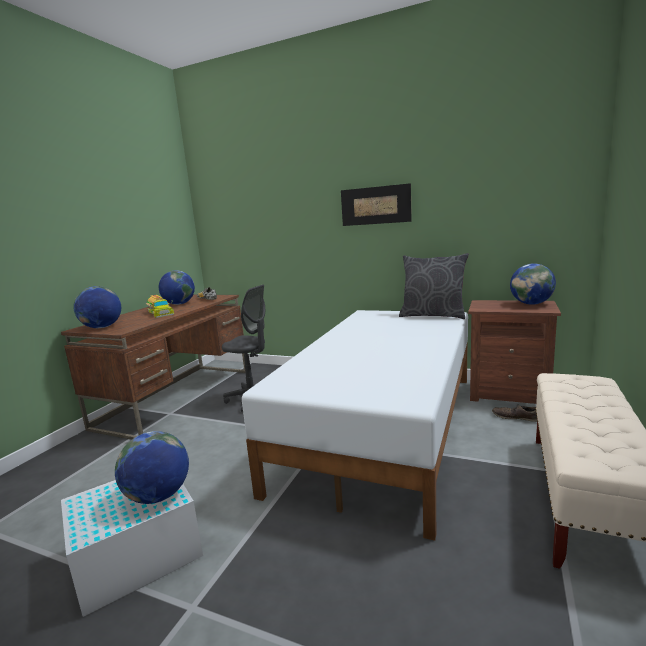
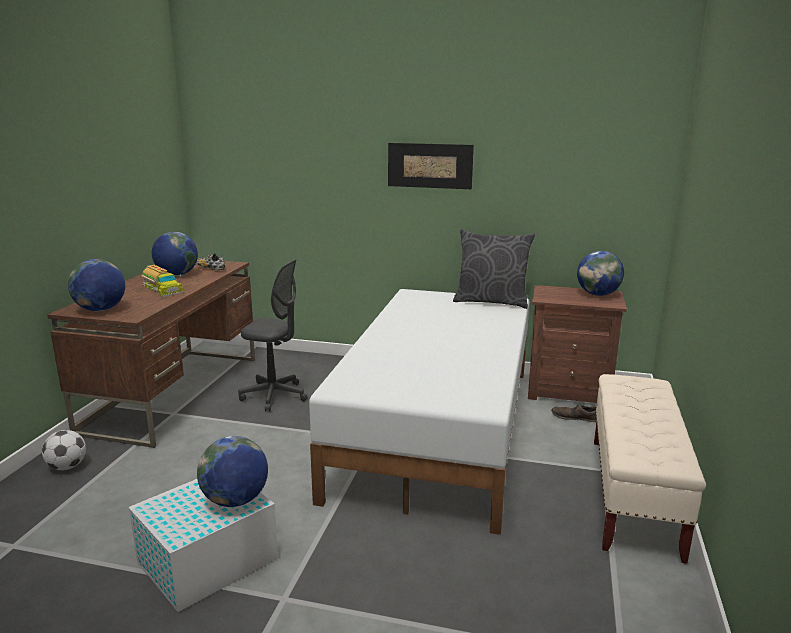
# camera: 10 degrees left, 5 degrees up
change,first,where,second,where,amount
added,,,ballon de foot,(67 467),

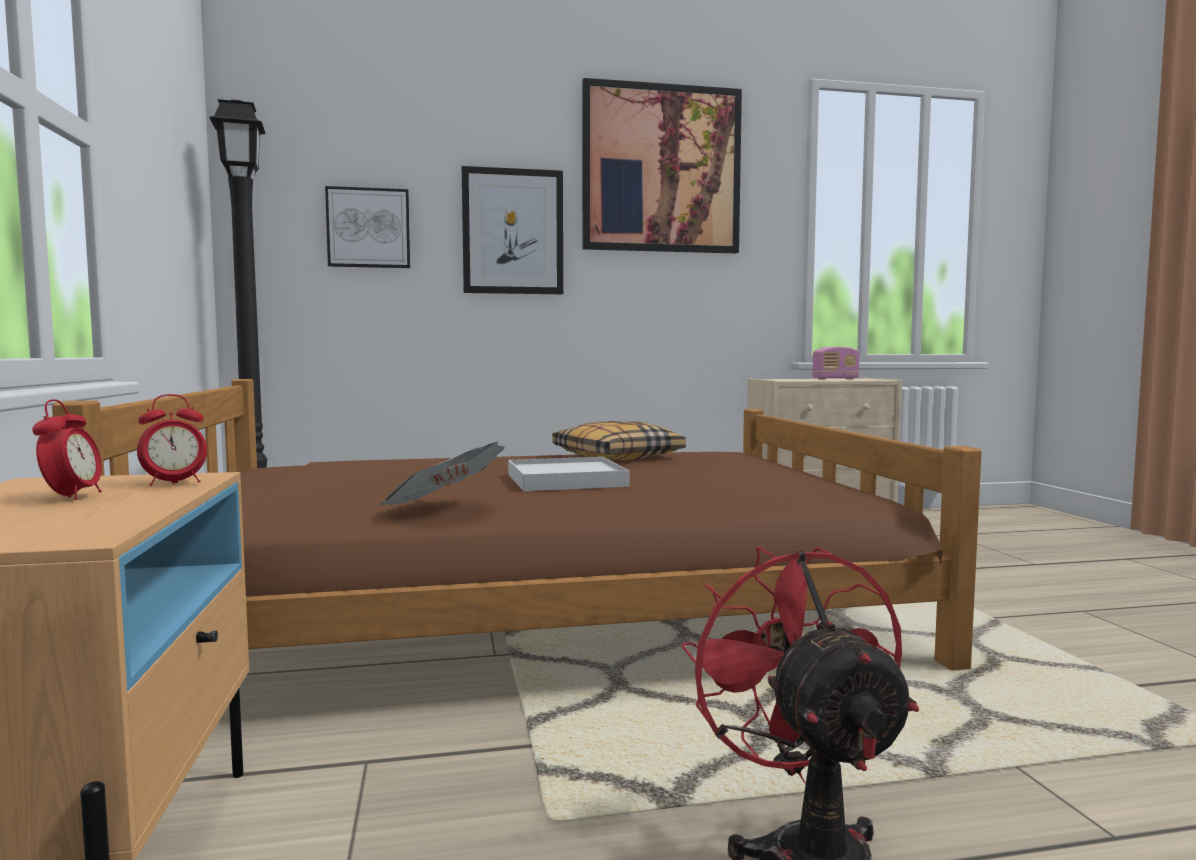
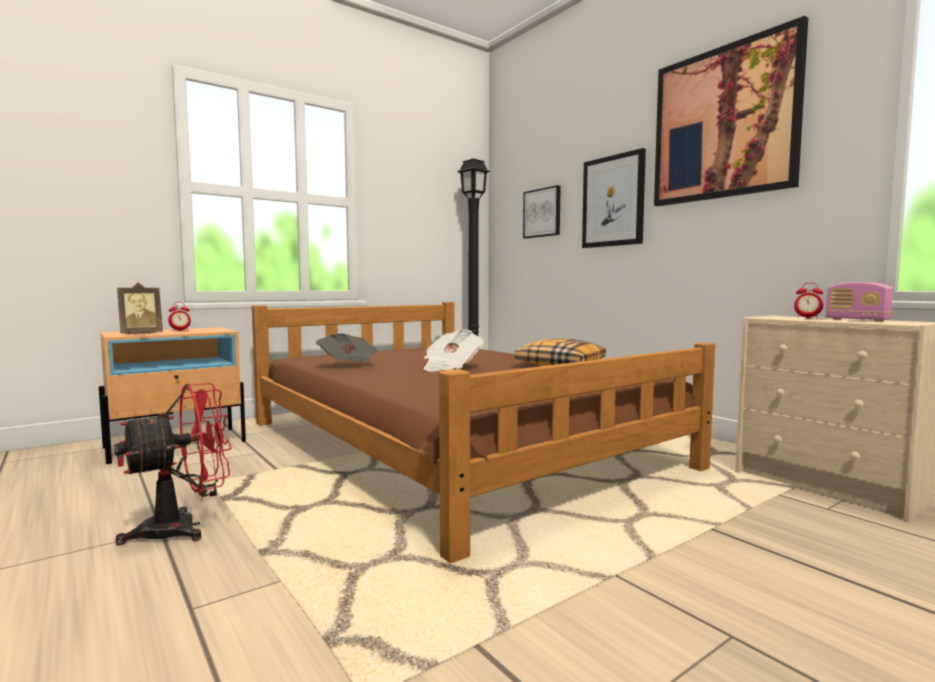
# camera: 65 degrees right, 0 degrees up
change,first,where,second,where,amount
added,,,cadre photo,(141 334),
moved,réveil,(174 483),,(807 318),
replaced,plateau/blanc,(566 480),journal,(450 367),

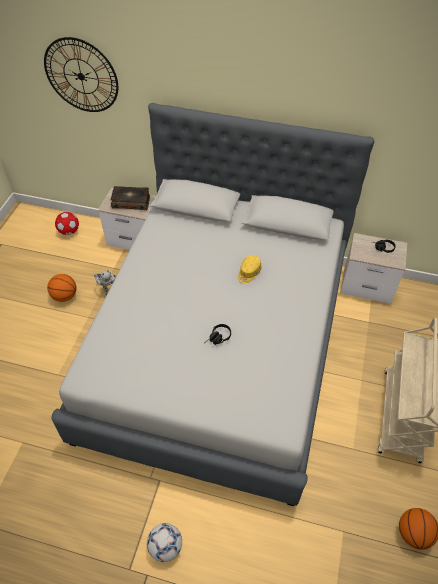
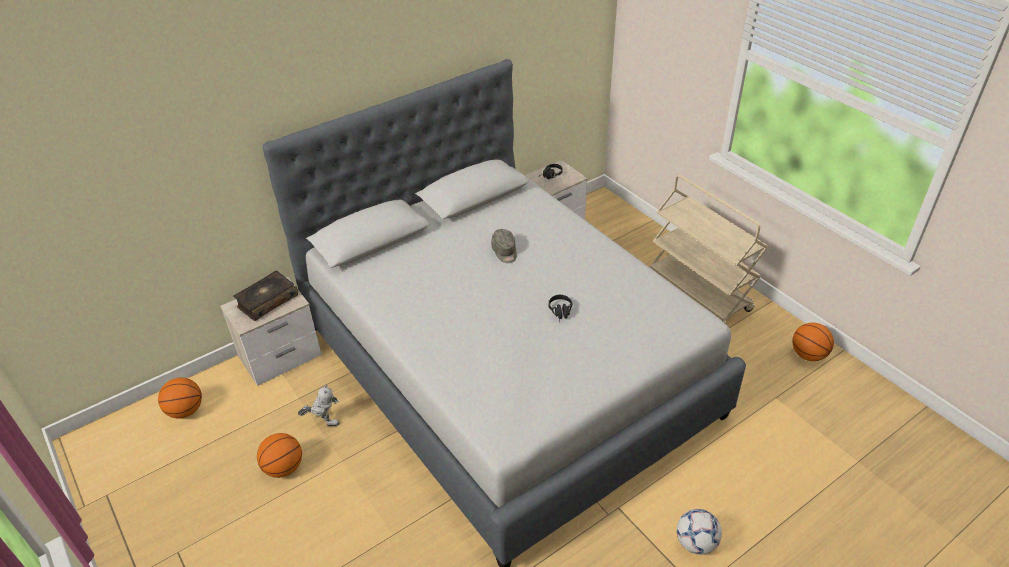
# camera: 50 degrees left, 10 degrees down
change,first,where,second,where,amount
removed,horloge murale,(81 76),,,
replaced,ballon de foot,(69 231),ballon de basket,(185 410),
recoloured,casquette/jaune,(248 273),casquette/gris,(504 252),

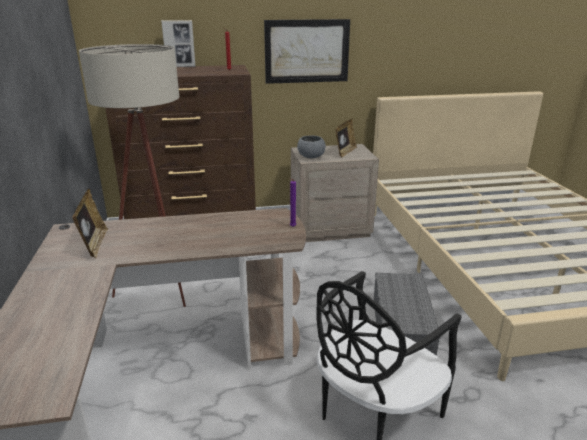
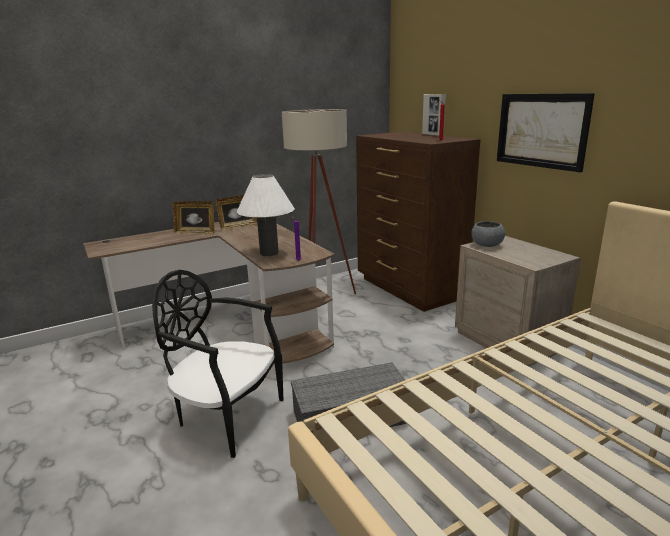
# camera: 70 degrees right, 5 degrees down
change,first,where,second,where,amount
added,,,lampe de table/blanc,(269 253),
moved,cadre photo,(345 152),,(196 232),

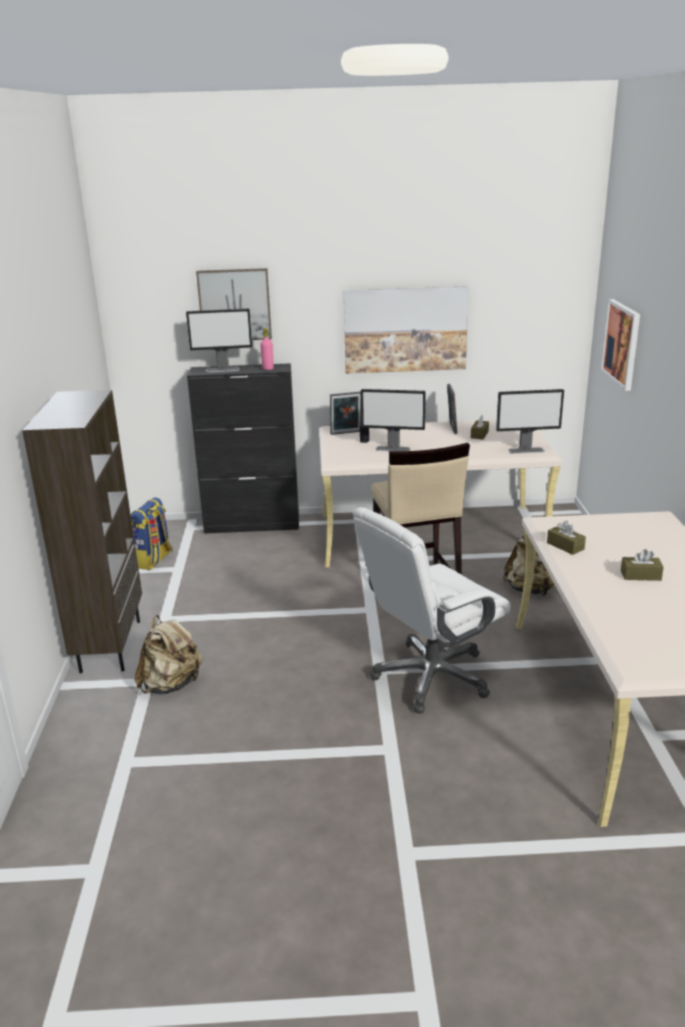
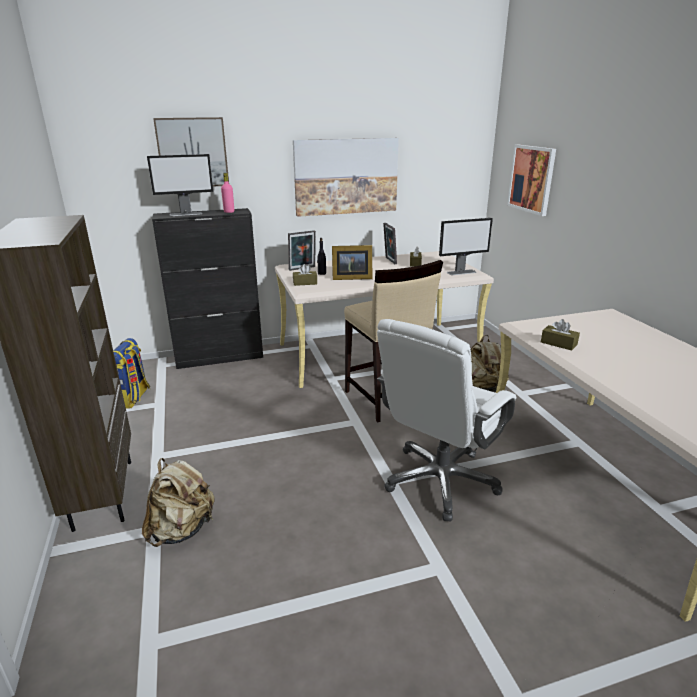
# camera: 15 degrees left, 0 degrees up
change,first,where,second,where,amount
moved,boîte à mouchoirs/marron,(640 575),,(305 283),
replaced,écran d'ordinateur,(393 449),cadre photo,(350 278),

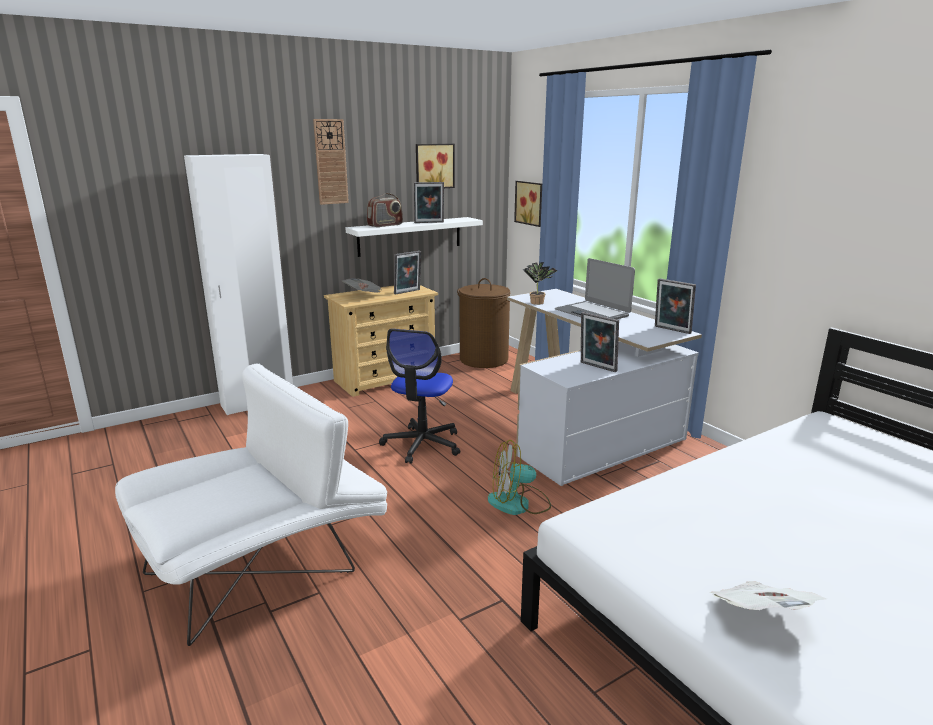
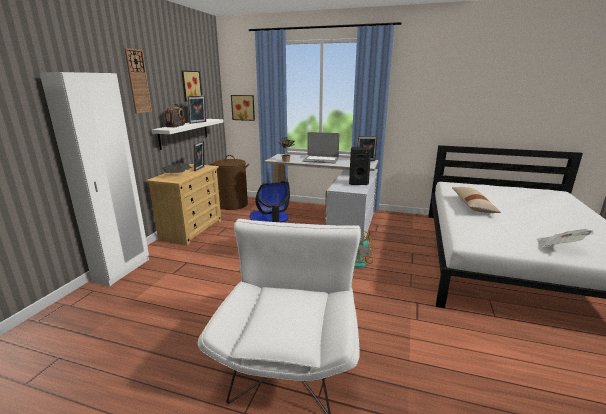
# camera: 40 degrees left, 0 degrees up
change,first,where,second,where,amount
added,,,coussin/beige,(472 206),
replaced,cadre photo,(597 367),enceinte/noir,(358 183),

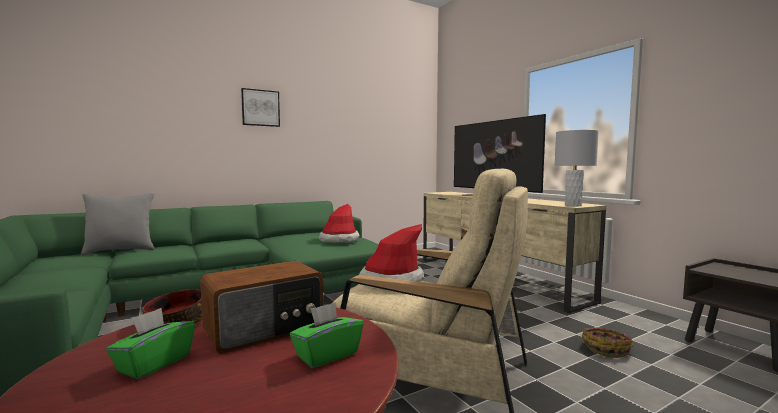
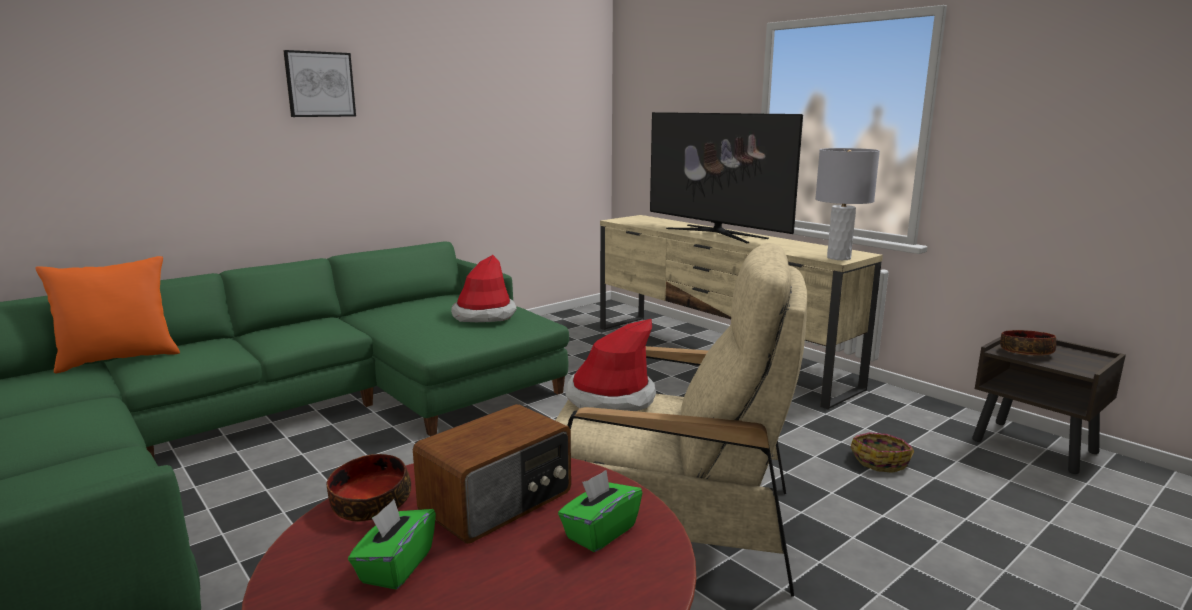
# camera: 10 degrees left, 10 degrees up
change,first,where,second,where,amount
added,,,bol,(1026 352),
recoloured,coussin/gris,(120 250),coussin/orange,(119 359),

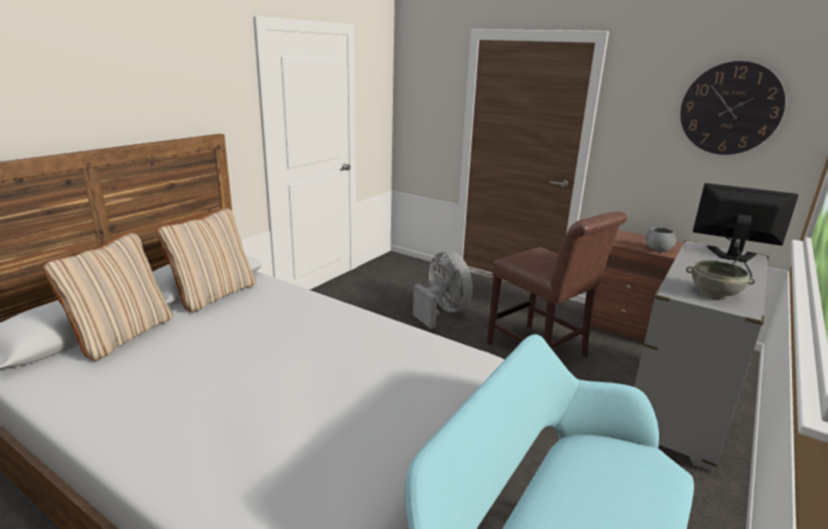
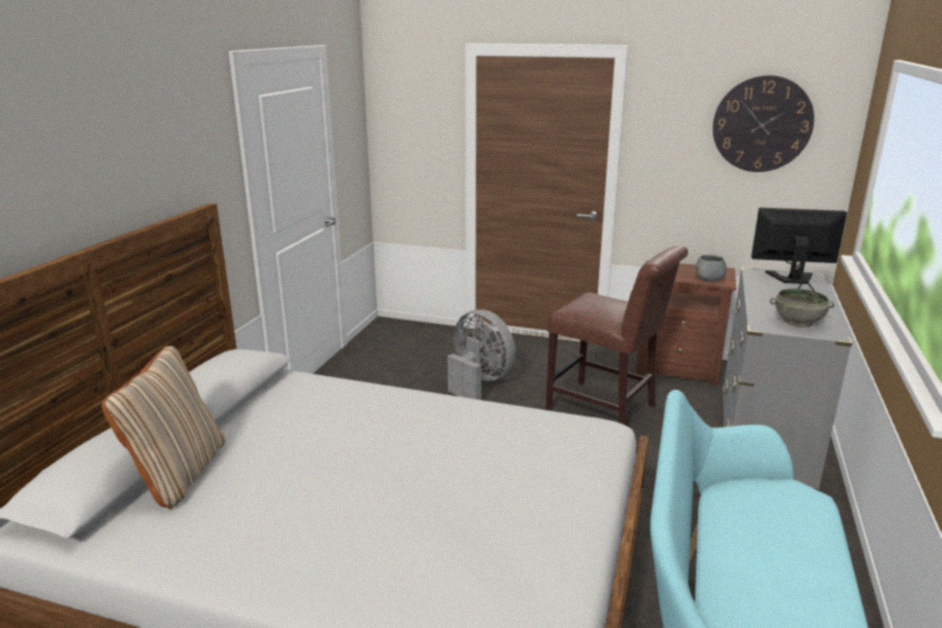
# camera: 15 degrees left, 0 degrees up
change,first,where,second,where,amount
removed,coussin/beige,(214 295),,,

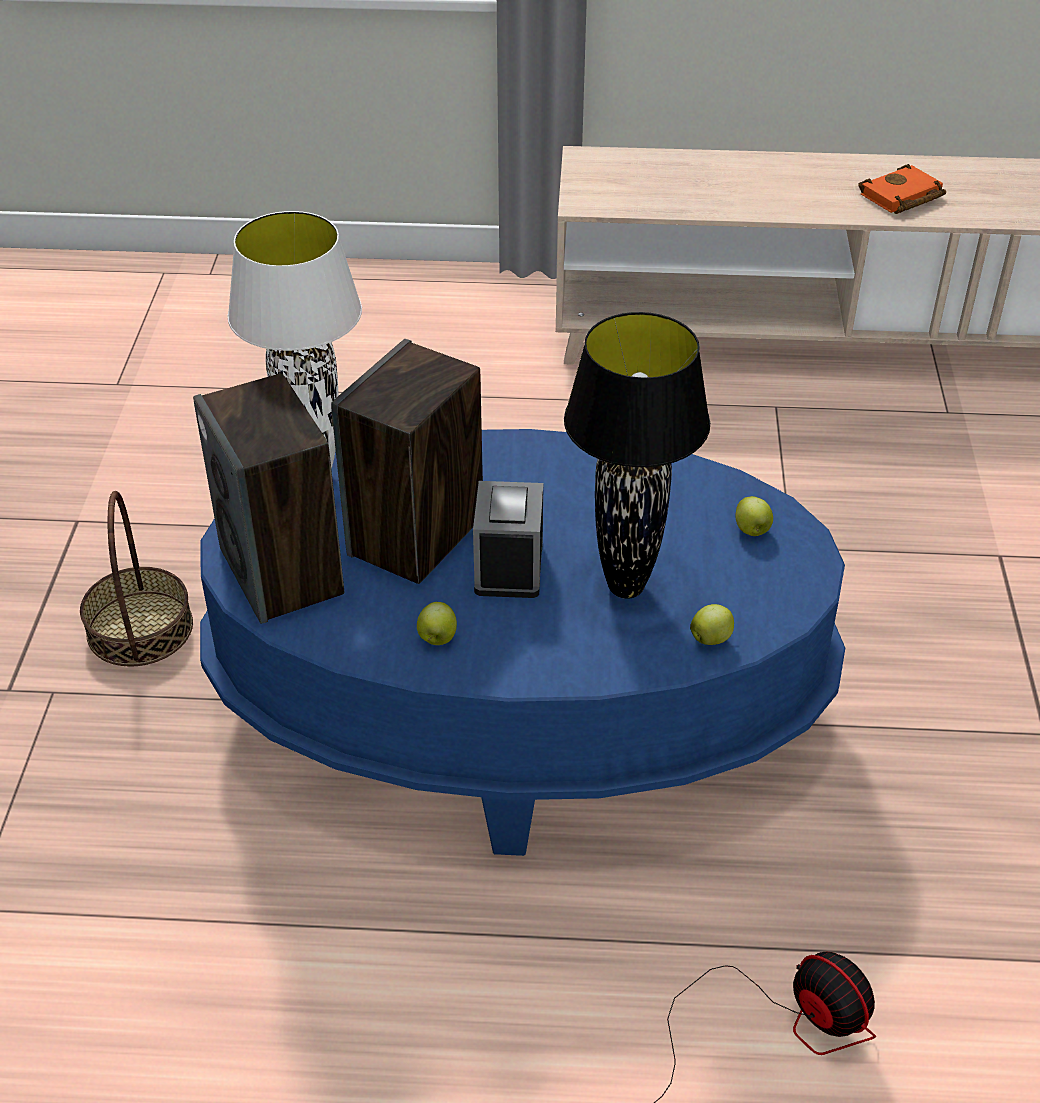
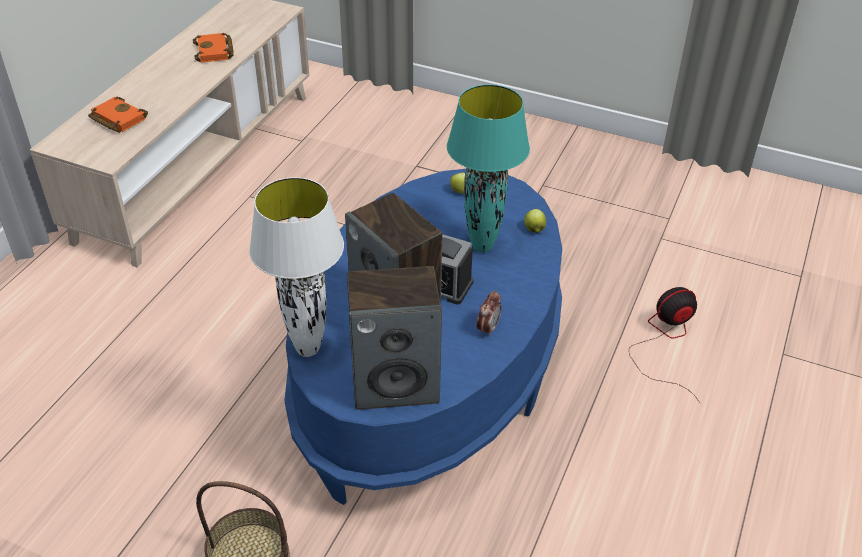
# camera: 70 degrees left, 0 degrees up
change,first,where,second,where,amount
added,,,livre/orange,(116 119),
replaced,pomme,(437 638),réveil,(488 328),
recoloured,lampe de table/noir,(624 587),lampe de table/turquoise,(481 247),

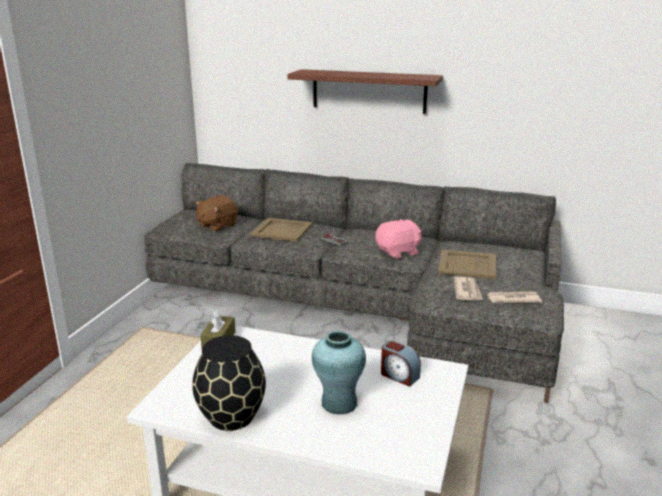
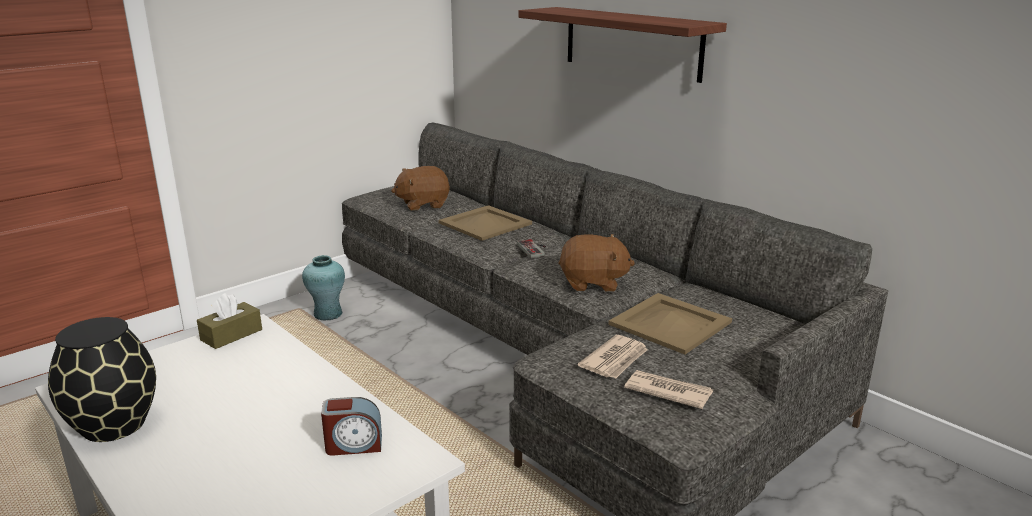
# camera: 30 degrees right, 0 degrees up
change,first,where,second,where,amount
moved,vase/turquoise,(339 403),,(328 314),
recoloured,peluche/rose,(398 252),peluche/marron,(593 283),
turned,réveil,(399 376),,(353 445),75 degrees counterclockwise

